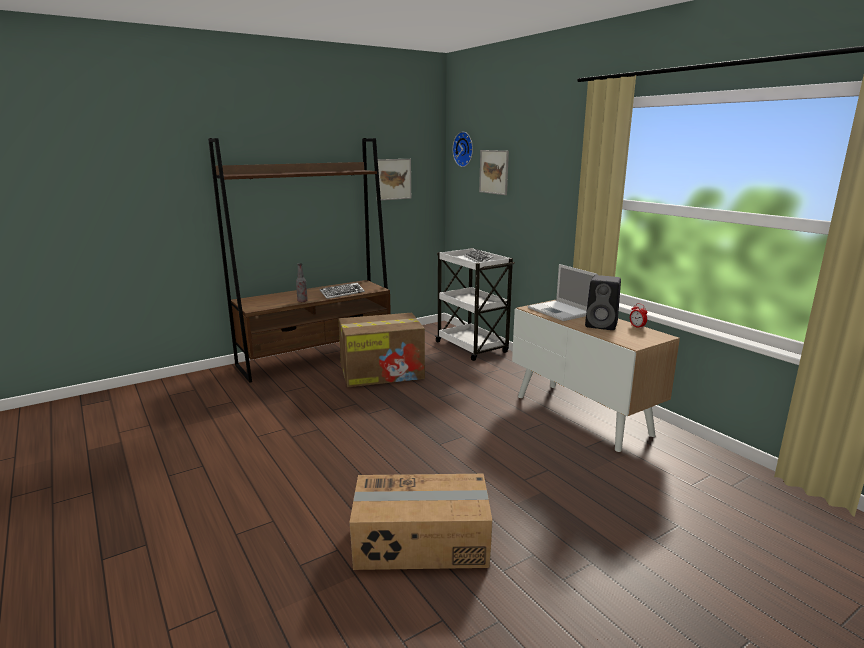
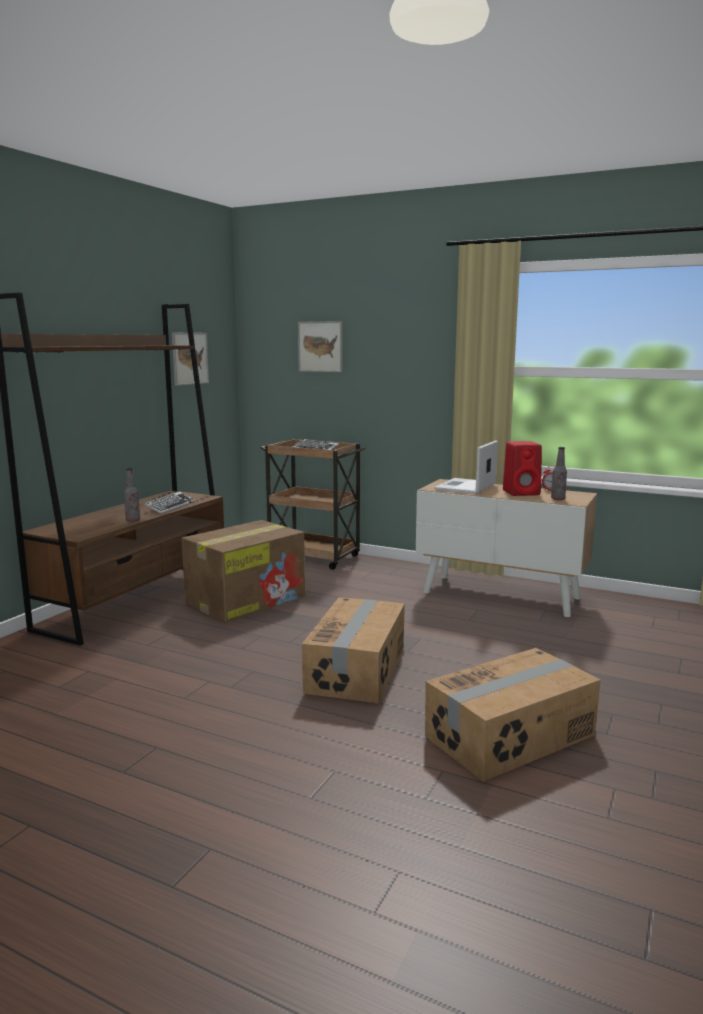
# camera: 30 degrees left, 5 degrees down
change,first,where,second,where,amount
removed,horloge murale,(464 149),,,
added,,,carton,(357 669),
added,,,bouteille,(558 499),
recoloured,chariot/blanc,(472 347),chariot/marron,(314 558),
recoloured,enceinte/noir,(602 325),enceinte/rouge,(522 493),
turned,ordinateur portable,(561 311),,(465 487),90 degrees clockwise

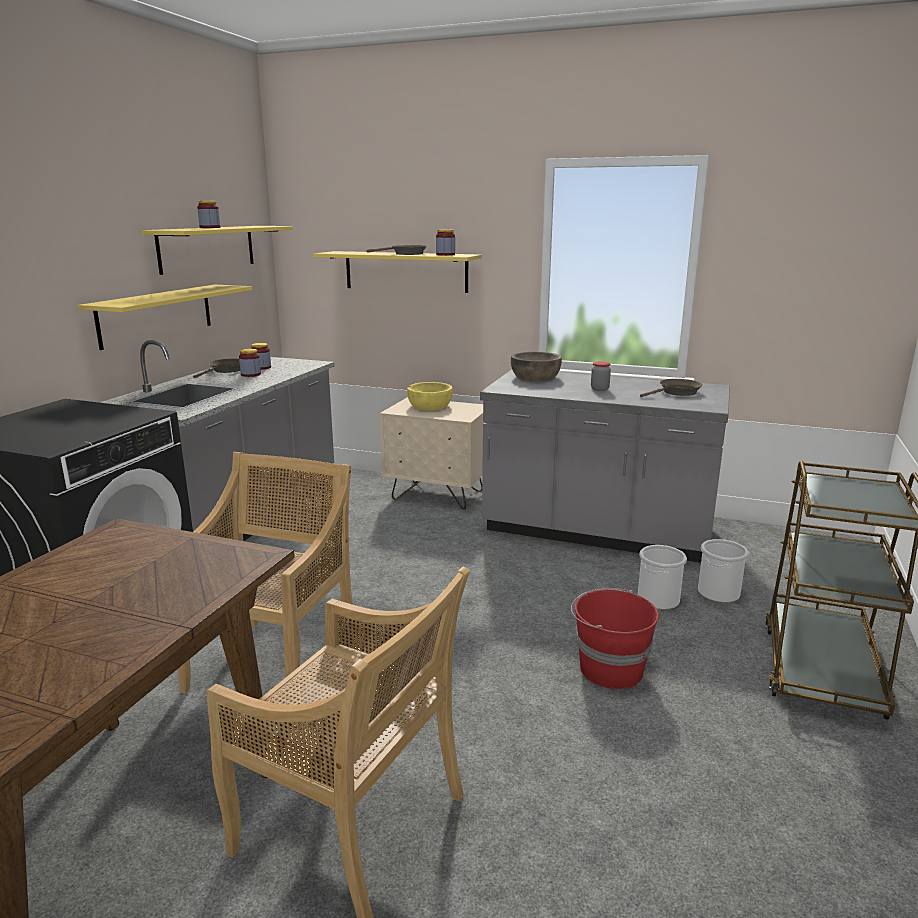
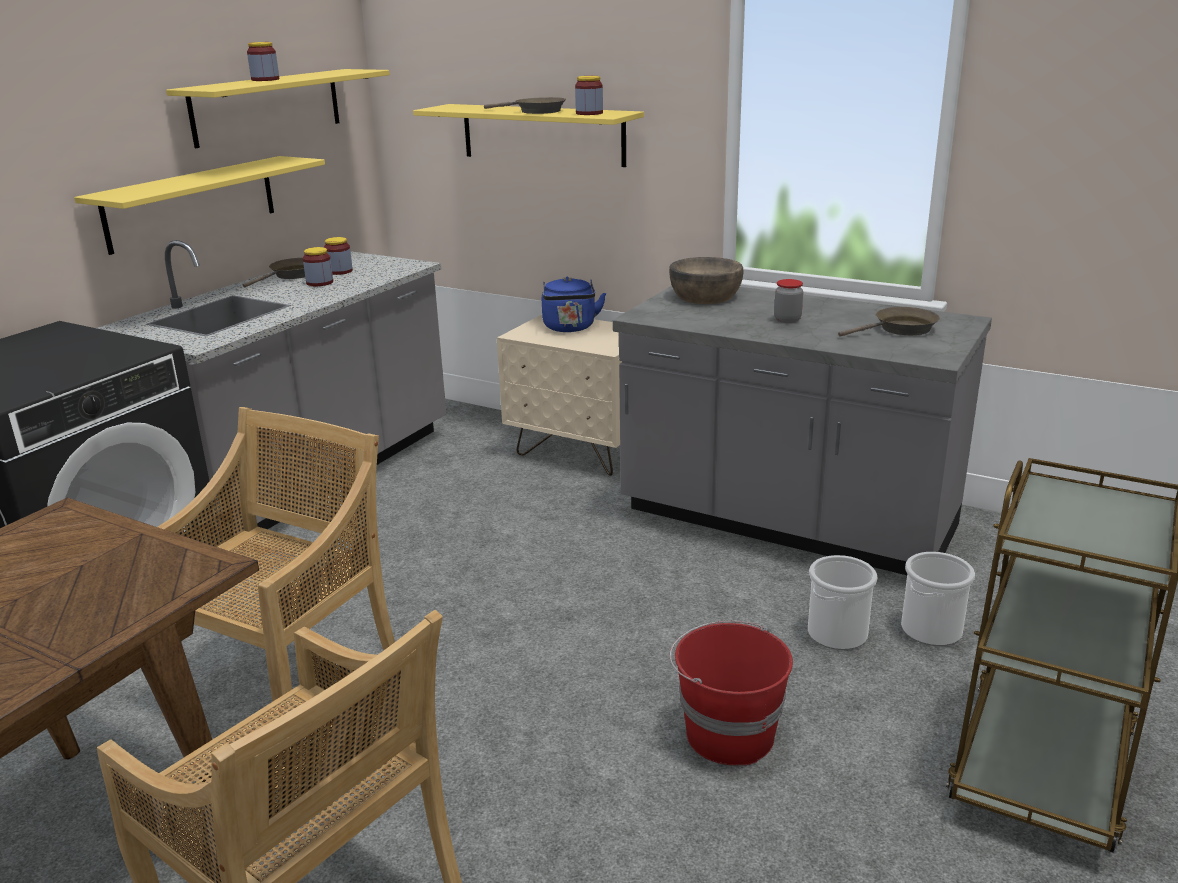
# camera: 10 degrees right, 5 degrees up
change,first,where,second,where,amount
replaced,bol/jaune,(429 406),bouilloire/bleu,(570 328),

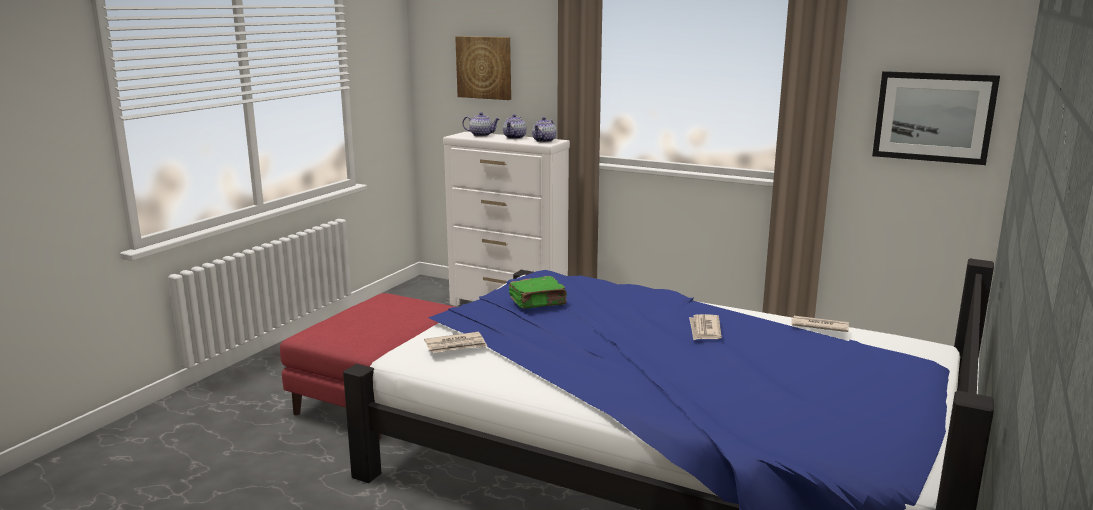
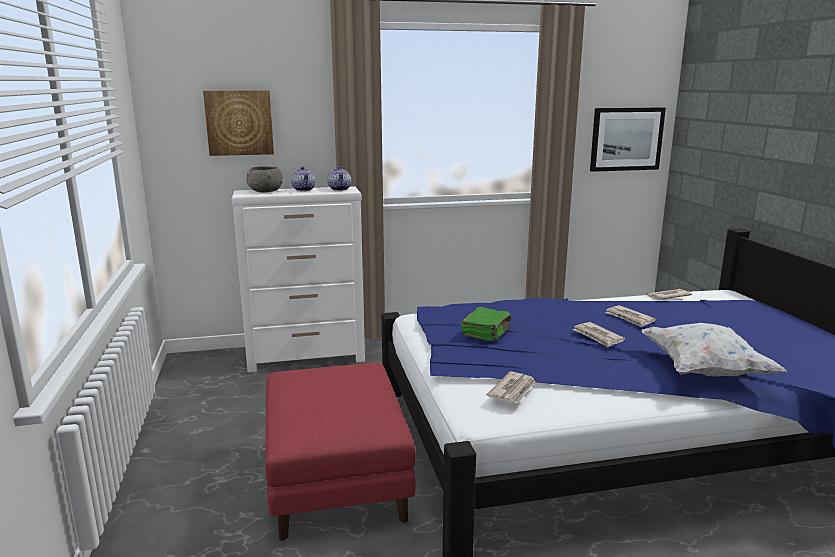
# camera: 40 degrees left, 0 degrees up
change,first,where,second,where,amount
added,,,journal,(597 336),
added,,,coussin/blanc,(703 371),
replaced,théière,(481 135),bol/gris,(265 191),

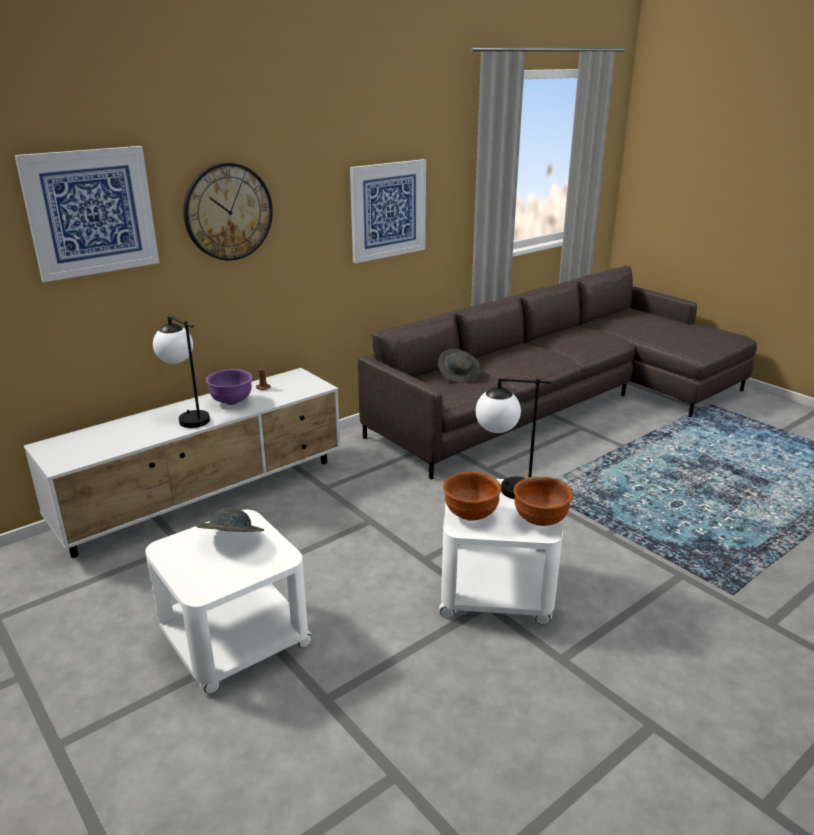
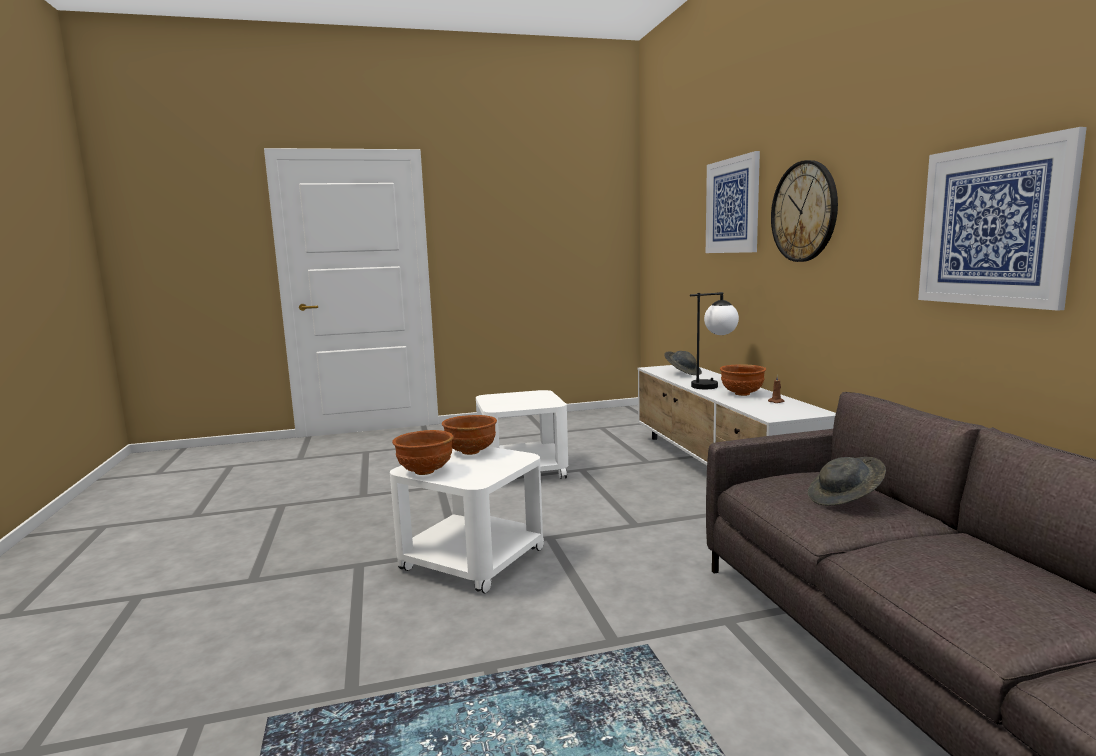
# camera: 115 degrees right, 15 degrees down
change,first,where,second,where,amount
removed,lampe de table,(503 489),,,
moved,chapeau/gris,(231 541),,(683 373),
recoloured,bol/violet,(232 402),bol/marron,(741 394),

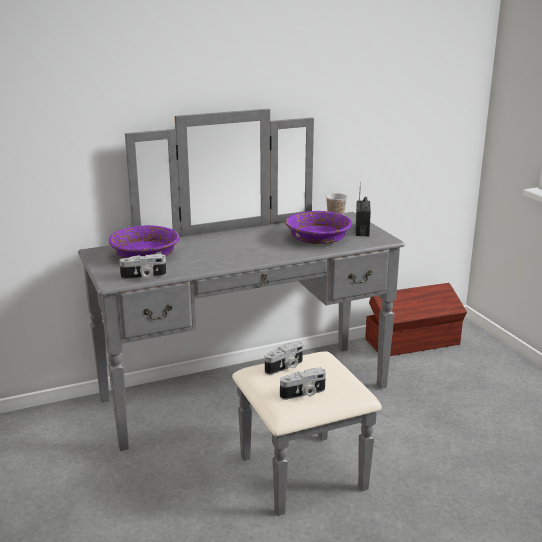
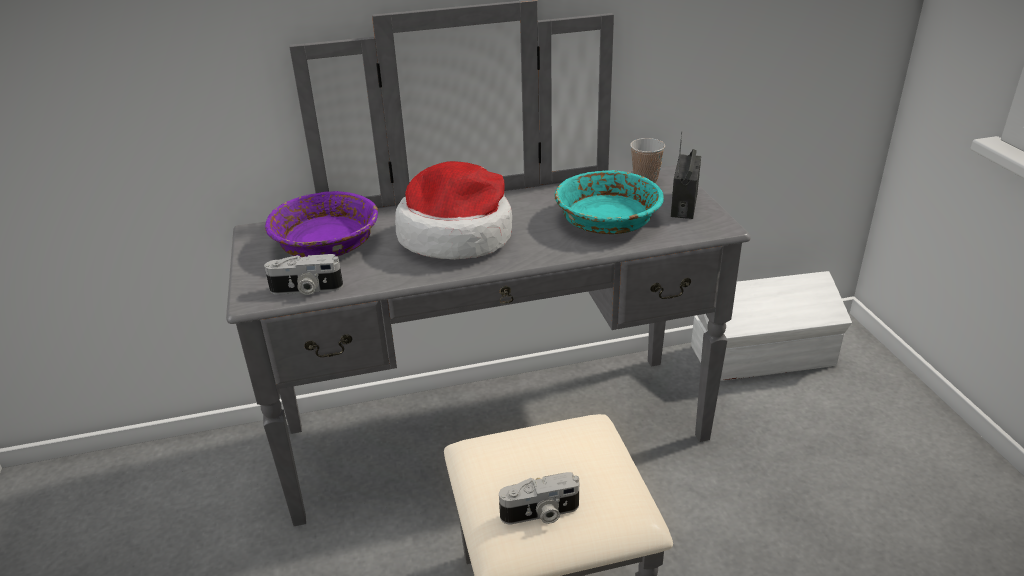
# camera: 10 degrees right, 10 degrees up
change,first,where,second,where,amount
removed,appareil photo,(285 367),,,
added,,,chapeau,(457 235),
recoloured,bol/violet,(317 238),bol/turquoise,(606 219),
recoloured,boîte de rangement/marron,(413 342),boîte de rangement/blanc,(764 357),

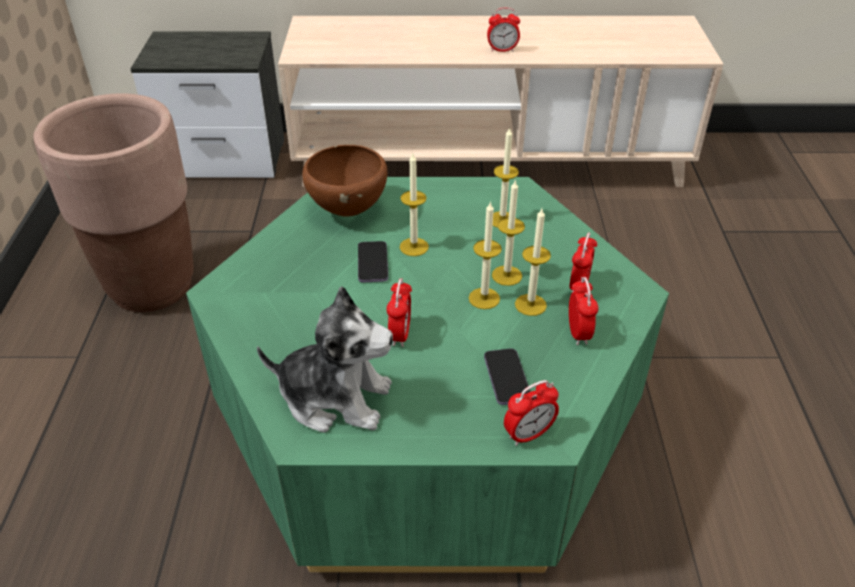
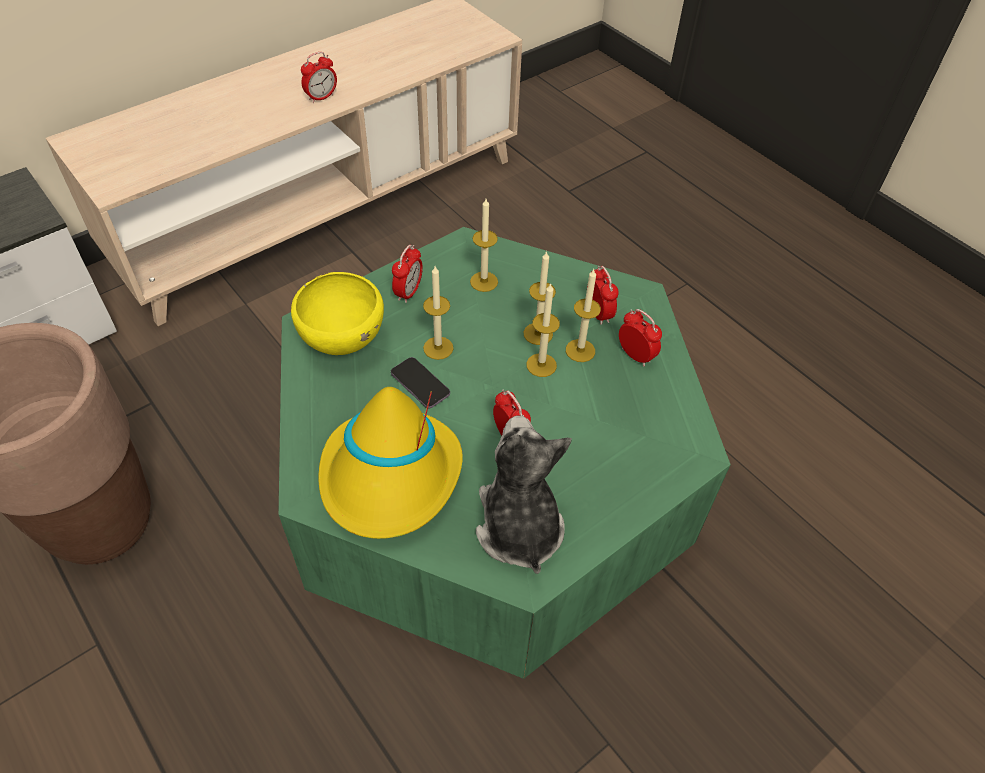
# camera: 40 degrees left, 10 degrees up
change,first,where,second,where,amount
removed,téléphone,(506 378),,,
added,,,chapeau/jaune,(391 477),
moved,réveil,(528 434),,(408 292),
recoloured,bol/marron,(348 211),bol/jaune,(343 342),
turned,peluche,(335 398),,(518 526),75 degrees counterclockwise

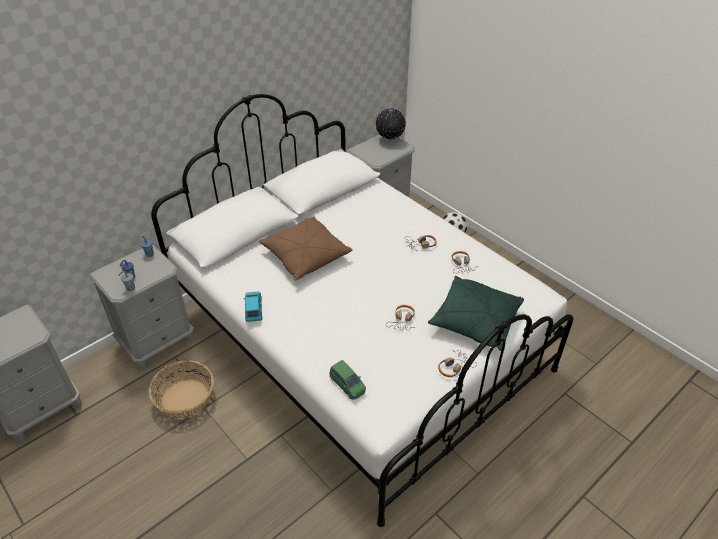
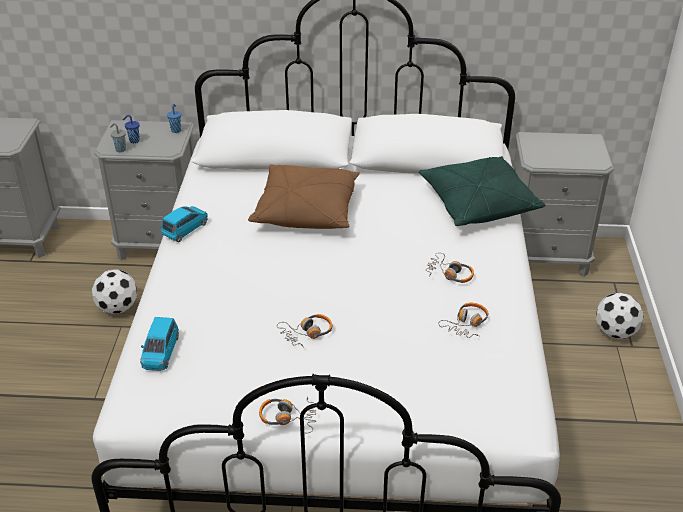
# camera: 45 degrees right, 5 degrees down
change,first,where,second,where,amount
removed,globe,(389 140),,,
moved,coussin/vert,(475 321),,(478 204),
replaced,panier,(185 399),ballon de foot,(117 307),
recoloured,petite voiture/vert,(347 385),petite voiture/bleu,(160 352),

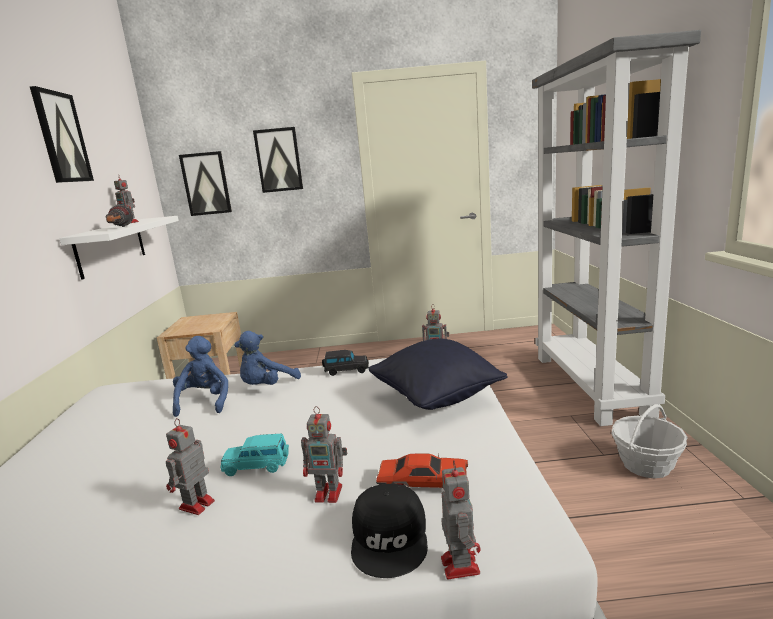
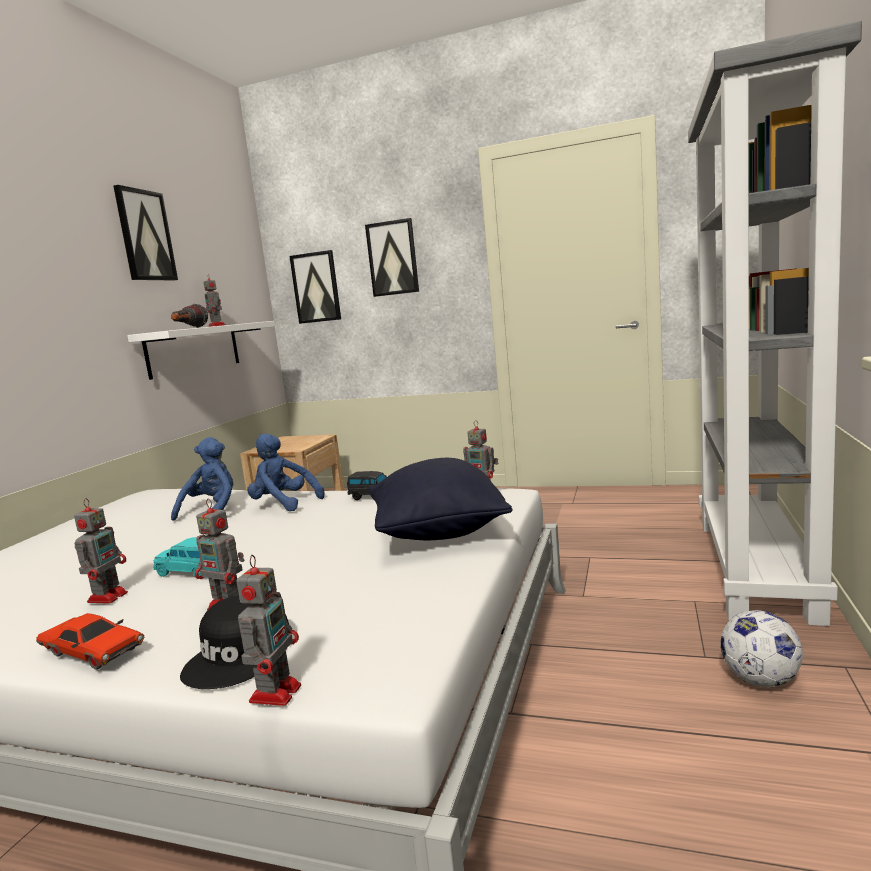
# camera: 20 degrees right, 5 degrees down
change,first,where,second,where,amount
moved,petite voiture/rouge,(423 481),,(92 652),
replaced,panier,(646 465),ballon de foot,(760 680),
turned,robot jouet,(195 506),,(109 596),150 degrees clockwise
turned,peluche/bleu,(267 386),,(283 504),60 degrees clockwise

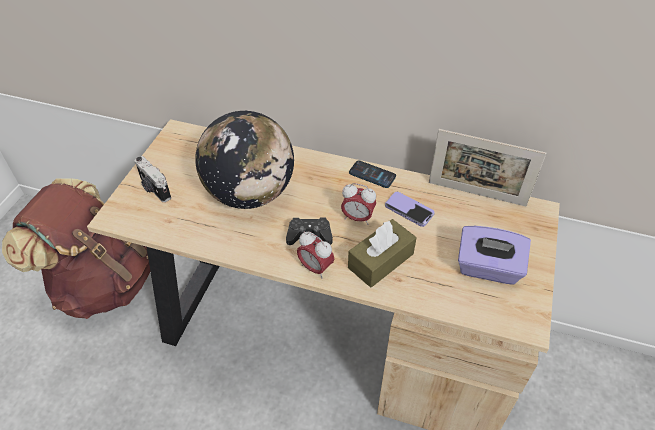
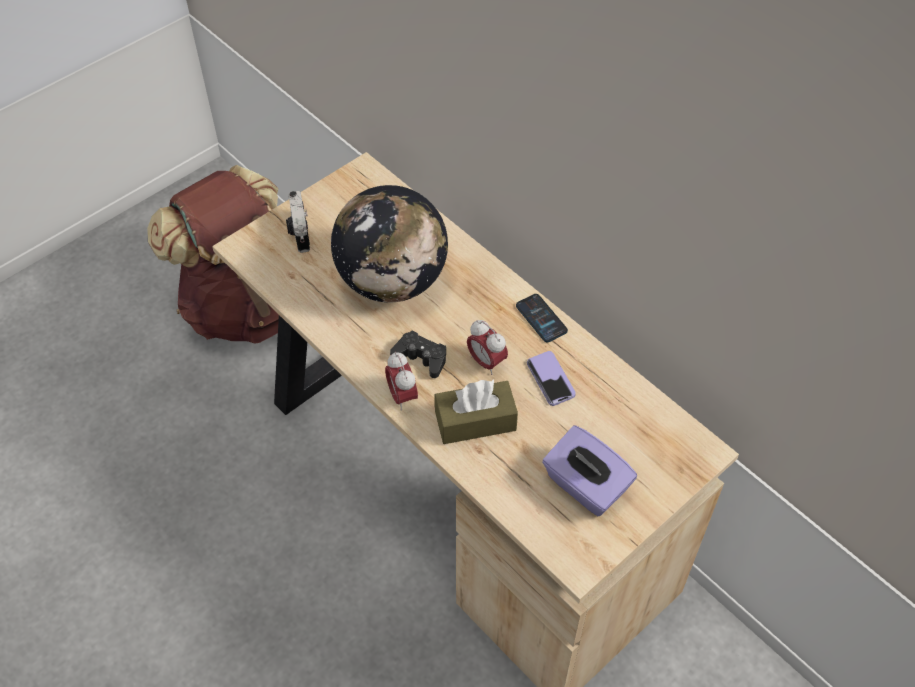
# camera: 30 degrees right, 5 degrees up
change,first,where,second,where,amount
removed,cadre photo,(476 194),,,

